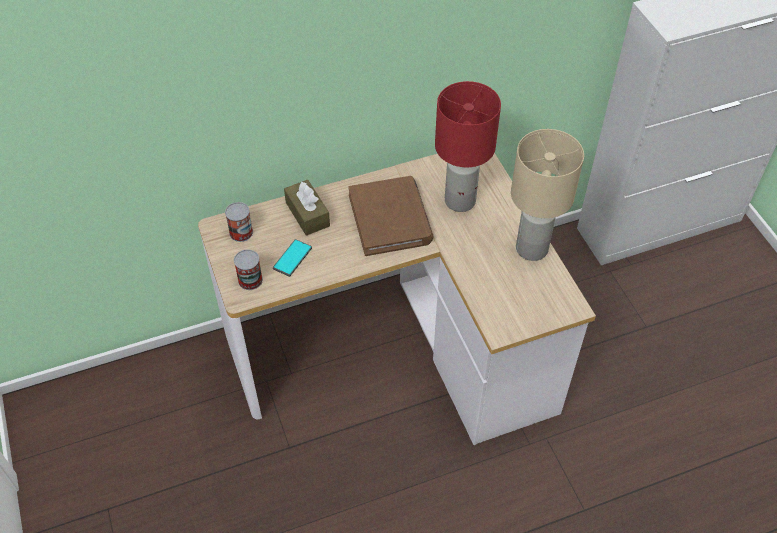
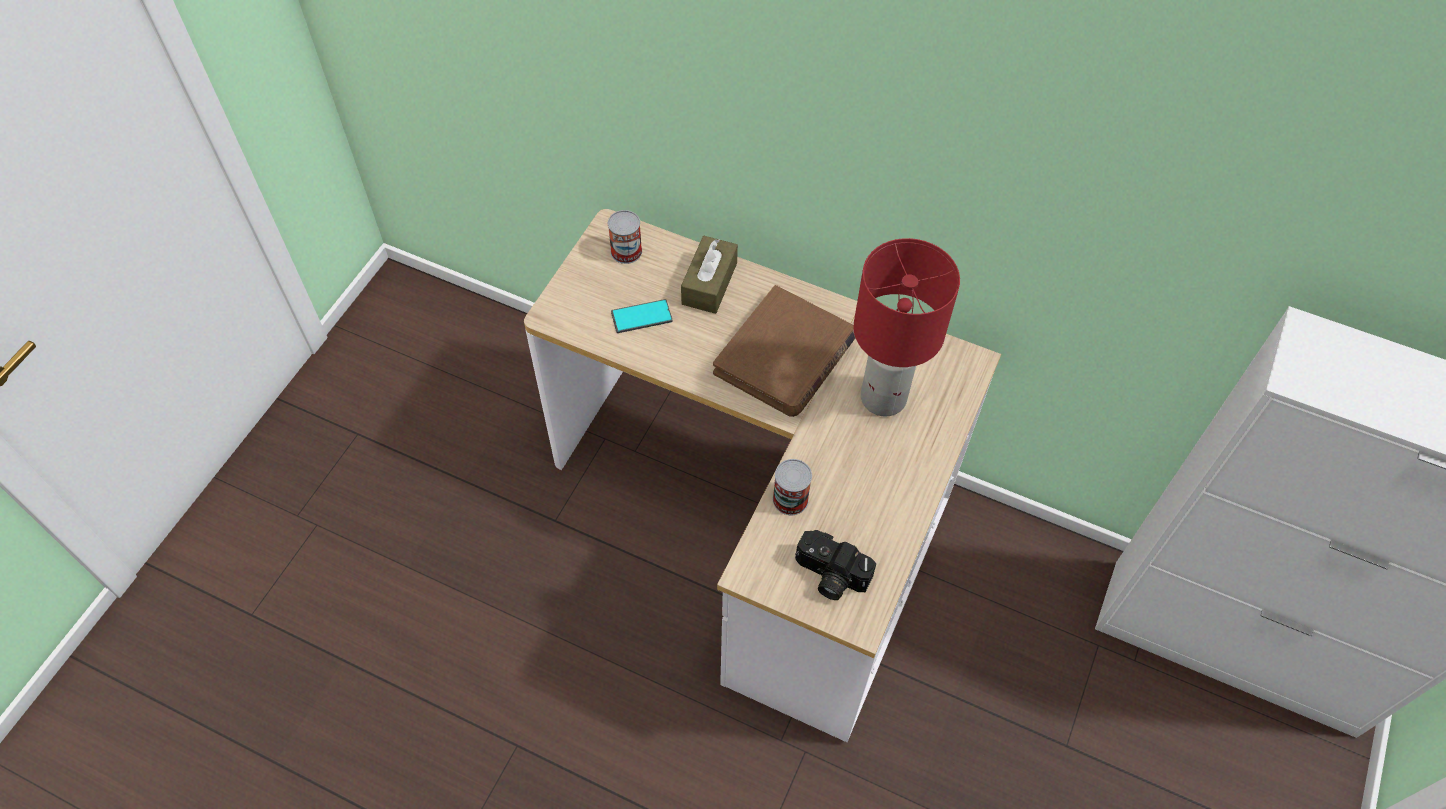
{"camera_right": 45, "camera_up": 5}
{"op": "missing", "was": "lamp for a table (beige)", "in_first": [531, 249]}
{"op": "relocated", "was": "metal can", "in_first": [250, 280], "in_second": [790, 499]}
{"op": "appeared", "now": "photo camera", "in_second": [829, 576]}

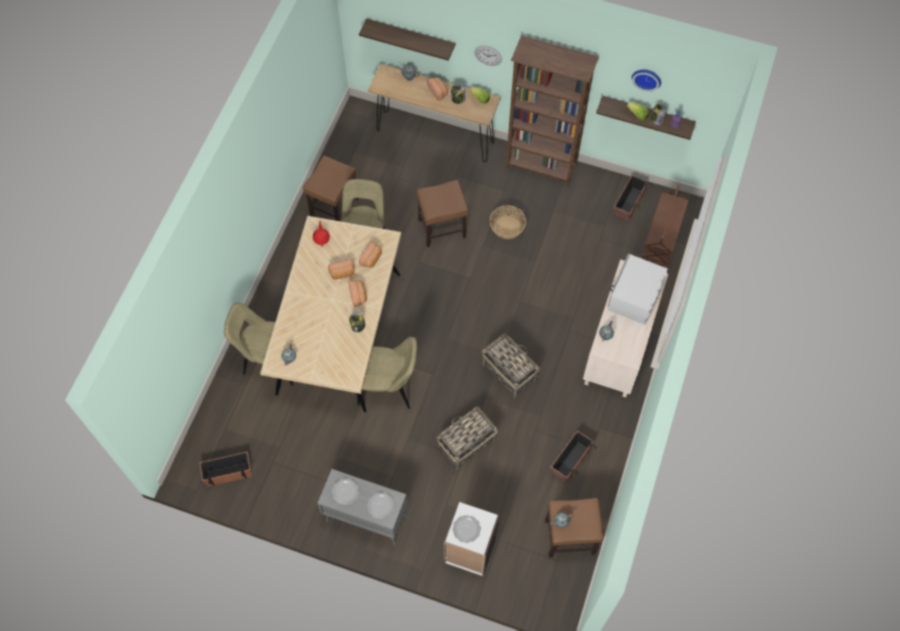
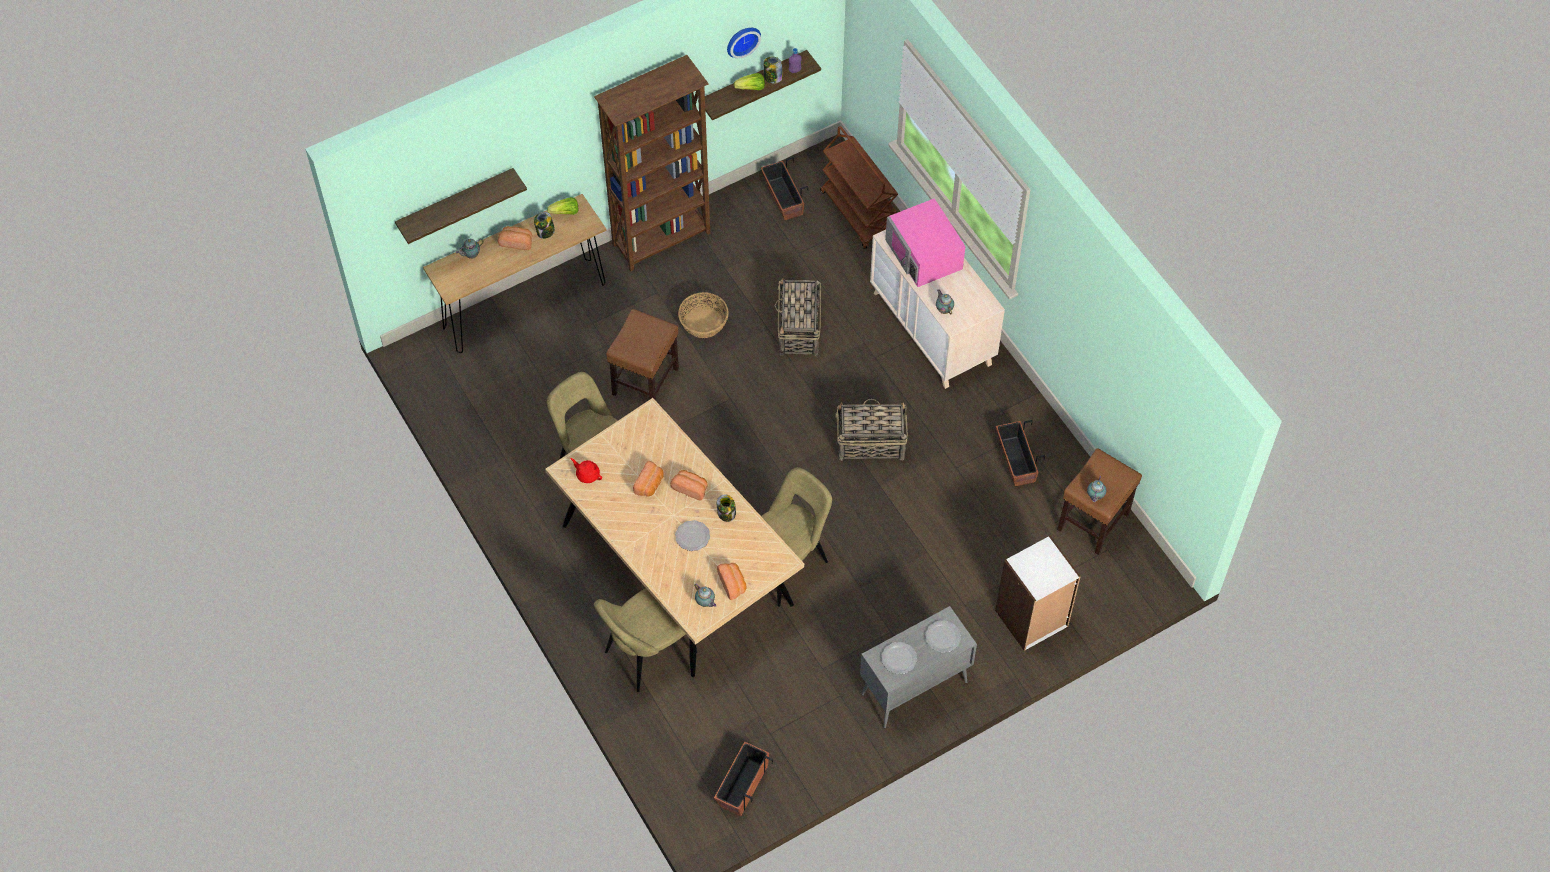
{"camera_right": -50, "camera_up": -5}
{"op": "missing", "was": "hanging clock", "in_first": [488, 55]}
{"op": "missing", "was": "stool (brown)", "in_first": [334, 207]}
{"op": "relocated", "was": "baked bread", "in_first": [371, 259], "in_second": [732, 583]}
{"op": "colour", "was": "kitchen microwave (whitish)", "now": "kitchen microwave (pink-coloured)", "in_first": [634, 296], "in_second": [924, 254]}
{"op": "relocated", "was": "storage basket", "in_first": [466, 444], "in_second": [798, 330]}
{"op": "relocated", "was": "plate", "in_first": [466, 529], "in_second": [692, 537]}

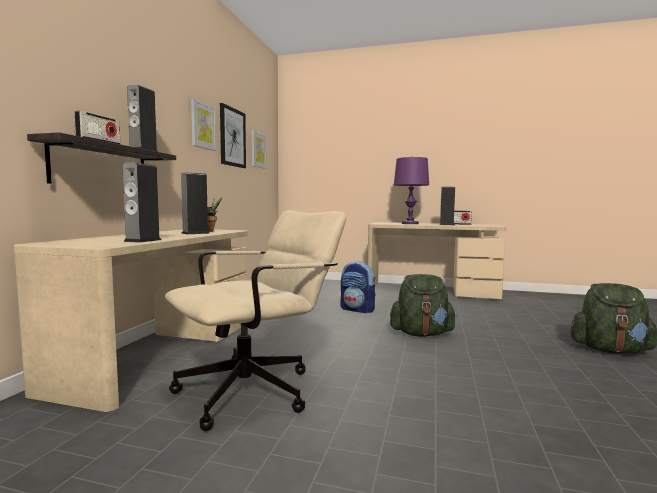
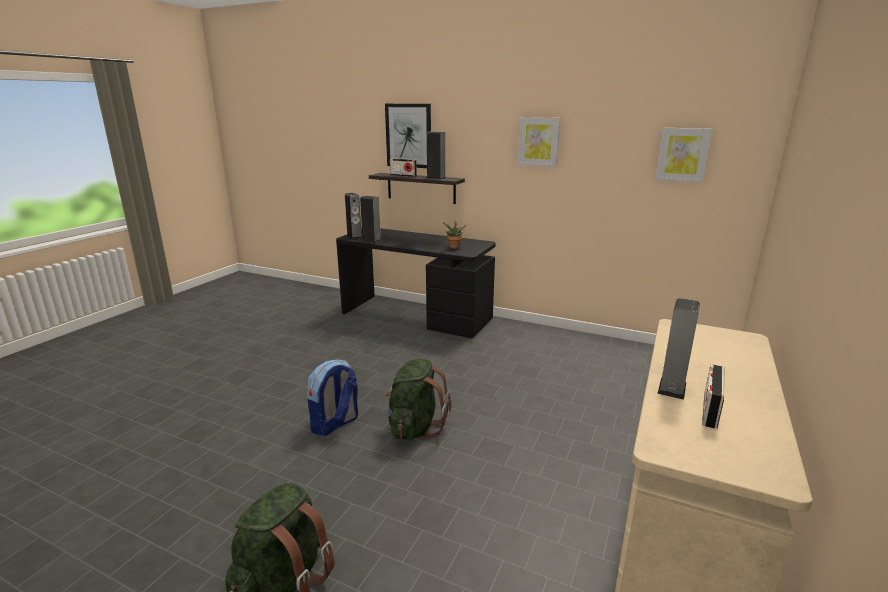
{"camera_right": 100, "camera_up": 15}
{"op": "relocated", "was": "wall picture", "in_first": [232, 137], "in_second": [408, 135]}
{"op": "missing", "was": "lamp for a table (purple-coloured)", "in_first": [410, 223]}
{"op": "relocated", "was": "speaker", "in_first": [195, 233], "in_second": [354, 236]}
{"op": "missing", "was": "office chair (beige)", "in_first": [257, 389]}
{"op": "colour", "was": "desk (beige)", "now": "desk (blackish)", "in_first": [161, 352], "in_second": [416, 315]}
{"op": "relocated", "was": "rucksack", "in_first": [358, 309], "in_second": [335, 424]}

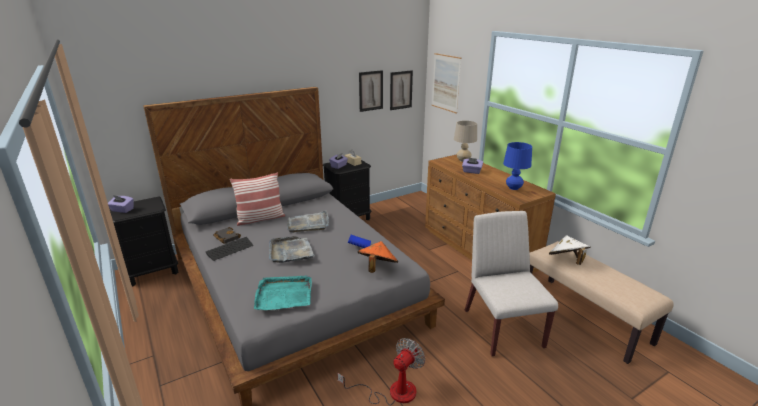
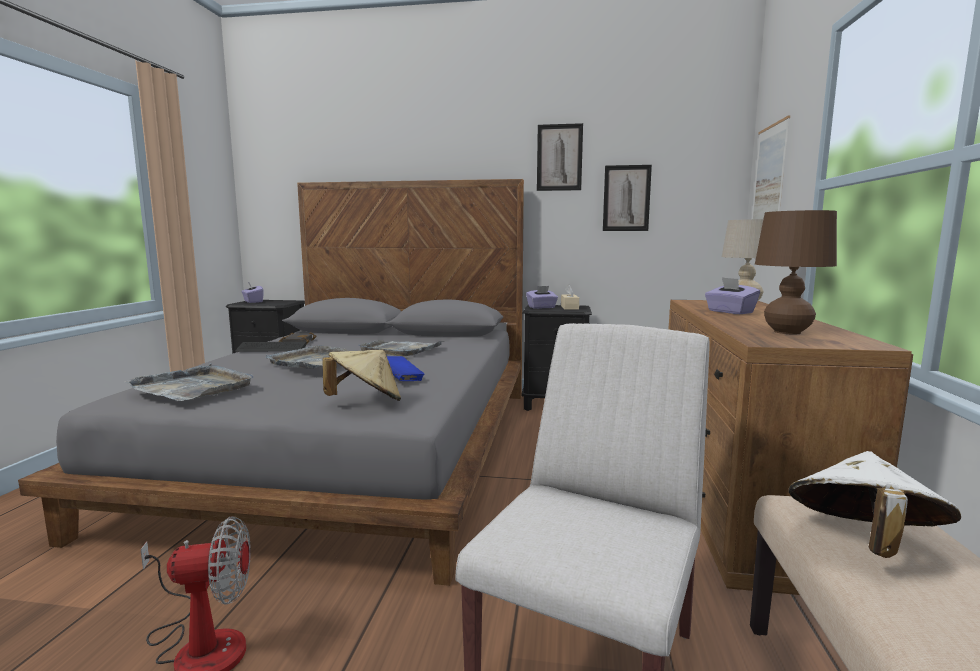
{"camera_right": 40, "camera_up": -15}
{"op": "relocated", "was": "wall picture", "in_first": [401, 90], "in_second": [559, 157]}
{"op": "colour", "was": "lamp for a table (blue)", "now": "lamp for a table (brown)", "in_first": [513, 188], "in_second": [787, 332]}
{"op": "missing", "was": "cushion", "in_first": [260, 219]}
{"op": "colour", "was": "wearable hat (orange)", "now": "wearable hat (beige)", "in_first": [377, 268], "in_second": [365, 402]}
{"op": "colour", "was": "tray (turquoise-coloured)", "now": "tray (grey)", "in_first": [284, 295], "in_second": [194, 387]}

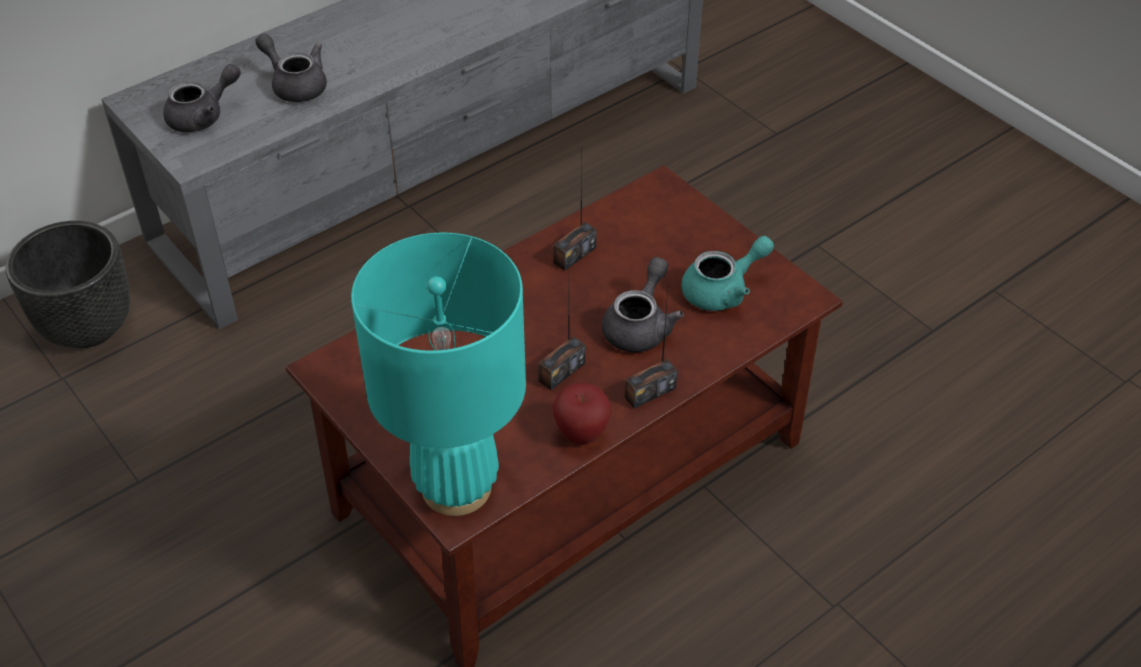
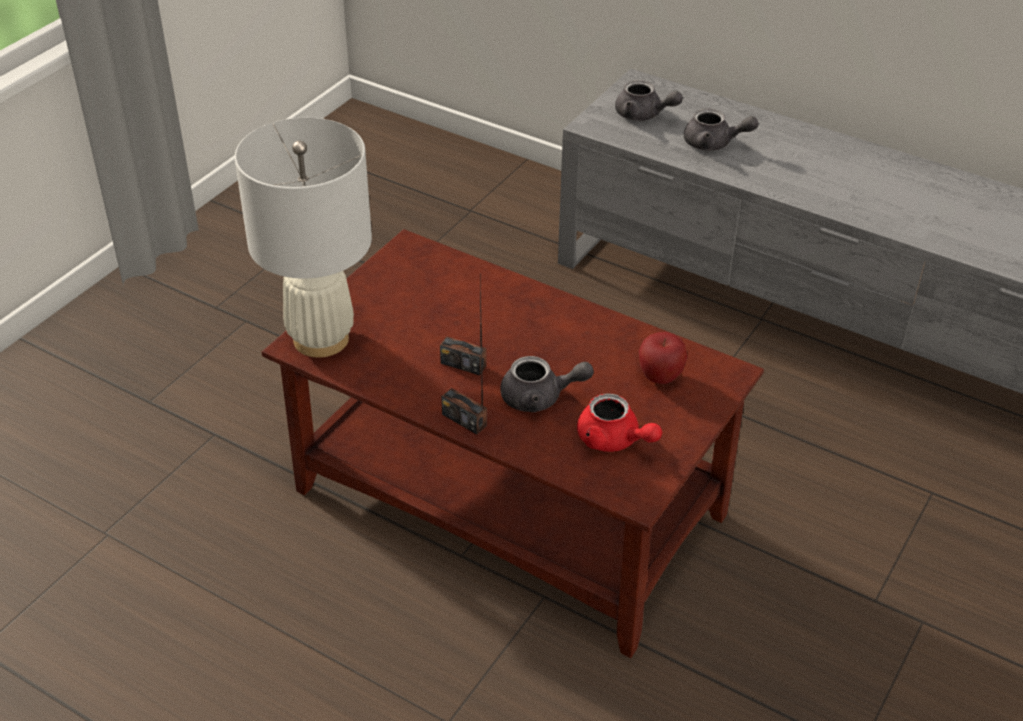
{"camera_right": 70, "camera_up": -5}
{"op": "spun", "was": "teapot (grey)", "in_first": [295, 84], "in_second": [714, 144], "clockwise": 90}
{"op": "missing", "was": "radio set", "in_first": [574, 255]}
{"op": "missing", "was": "plant pot (blackish)", "in_first": [88, 326]}
{"op": "colour", "was": "lamp for a table (turquoise-coloured)", "now": "lamp for a table (whitish)", "in_first": [457, 487], "in_second": [321, 339]}
{"op": "colour", "was": "teapot (turquoise-coloured)", "now": "teapot (reddish)", "in_first": [723, 290], "in_second": [614, 440]}
{"op": "relocated", "was": "whole apple", "in_first": [581, 433], "in_second": [660, 377]}

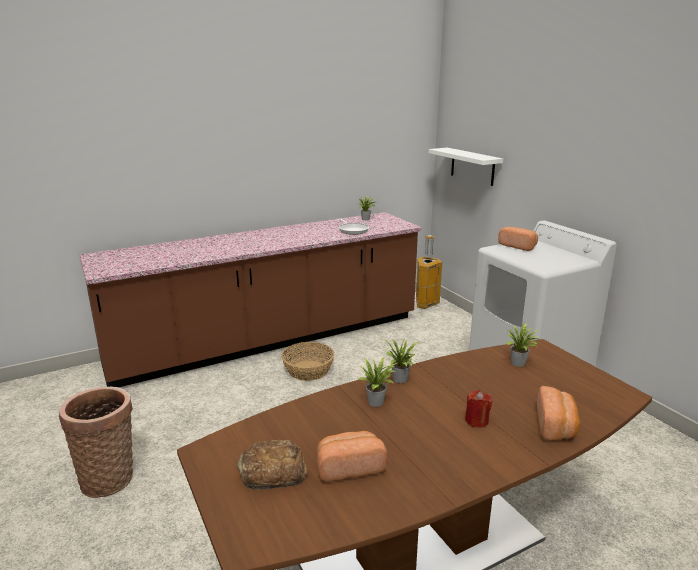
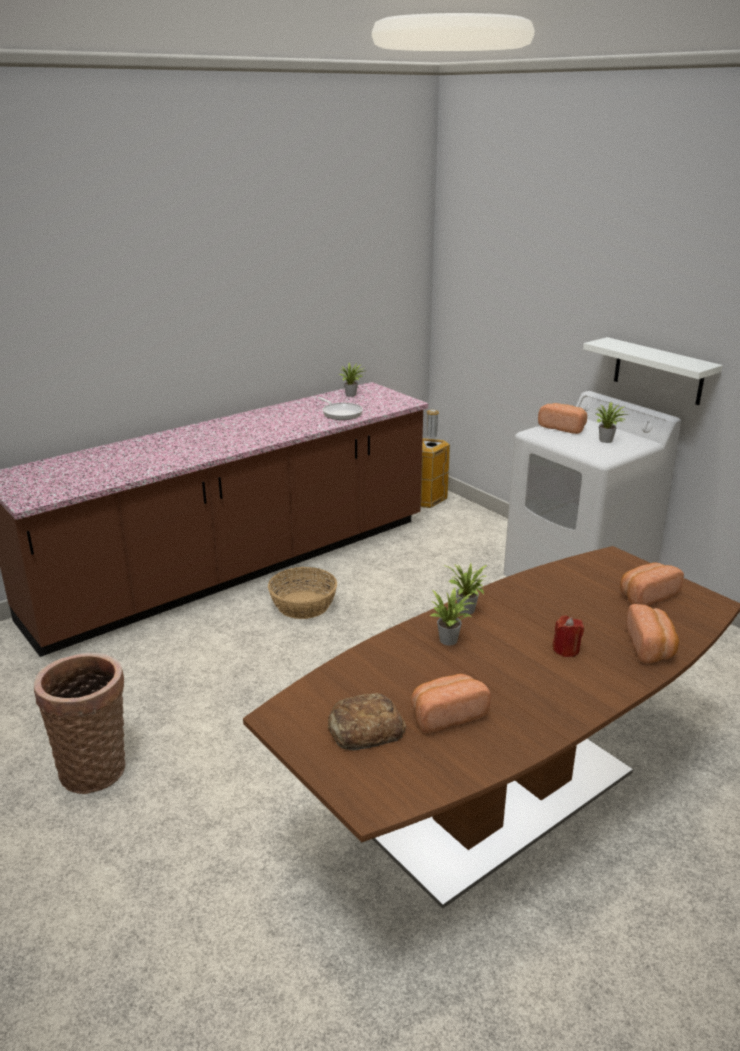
{"camera_right": -10, "camera_up": 5}
{"op": "relocated", "was": "shelf (whitish)", "in_first": [472, 166], "in_second": [658, 371]}
{"op": "relocated", "was": "houseplant", "in_first": [519, 364], "in_second": [607, 441]}
{"op": "appeared", "now": "baked bread", "in_second": [646, 595]}

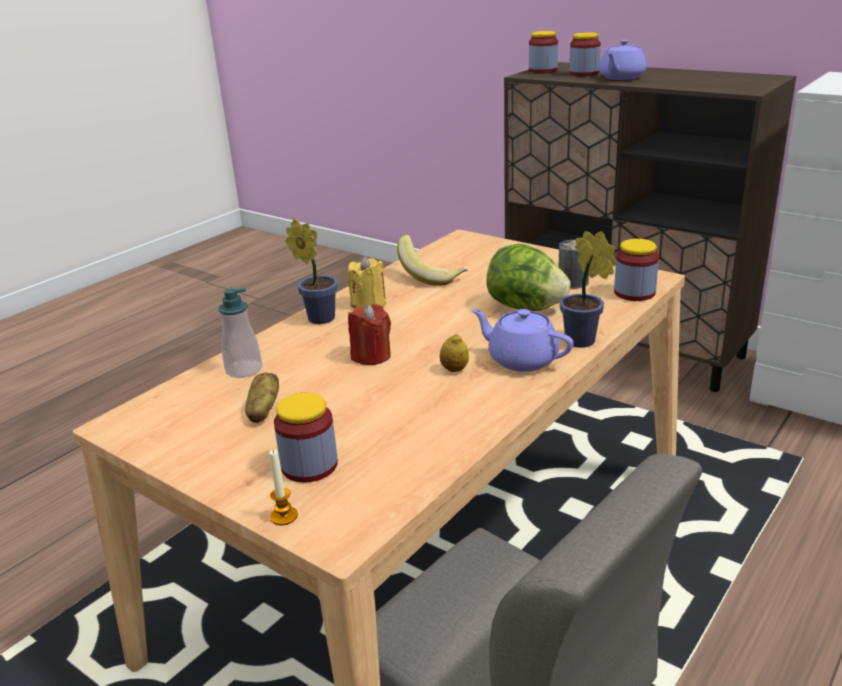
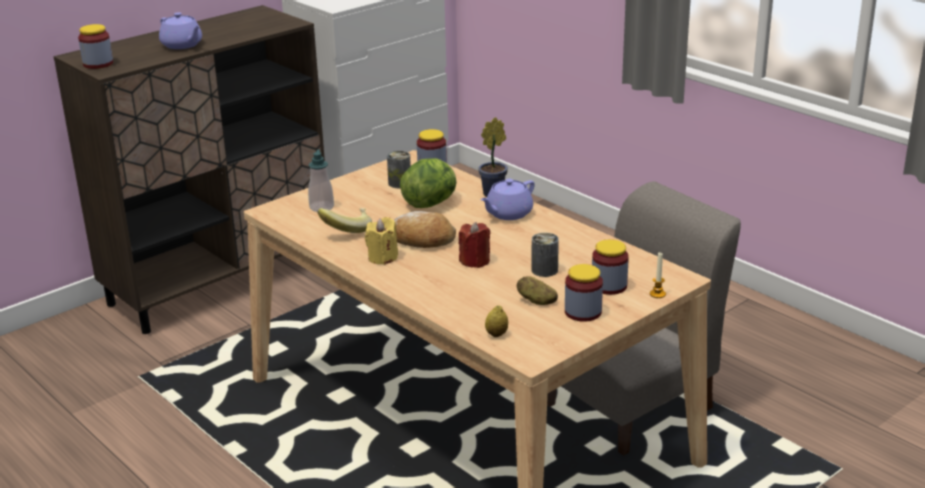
{"camera_right": -80, "camera_up": 0}
{"op": "relocated", "was": "preserve jar", "in_first": [584, 73], "in_second": [583, 312]}
{"op": "missing", "was": "houseplant", "in_first": [318, 318]}
{"op": "relocated", "was": "liquid soap bottle", "in_first": [244, 370], "in_second": [321, 207]}
{"op": "relocated", "was": "citrus fruit", "in_first": [454, 369], "in_second": [496, 334]}
{"op": "appeared", "now": "baked bread", "in_second": [421, 240]}
{"op": "appeared", "now": "metal can", "in_second": [544, 270]}

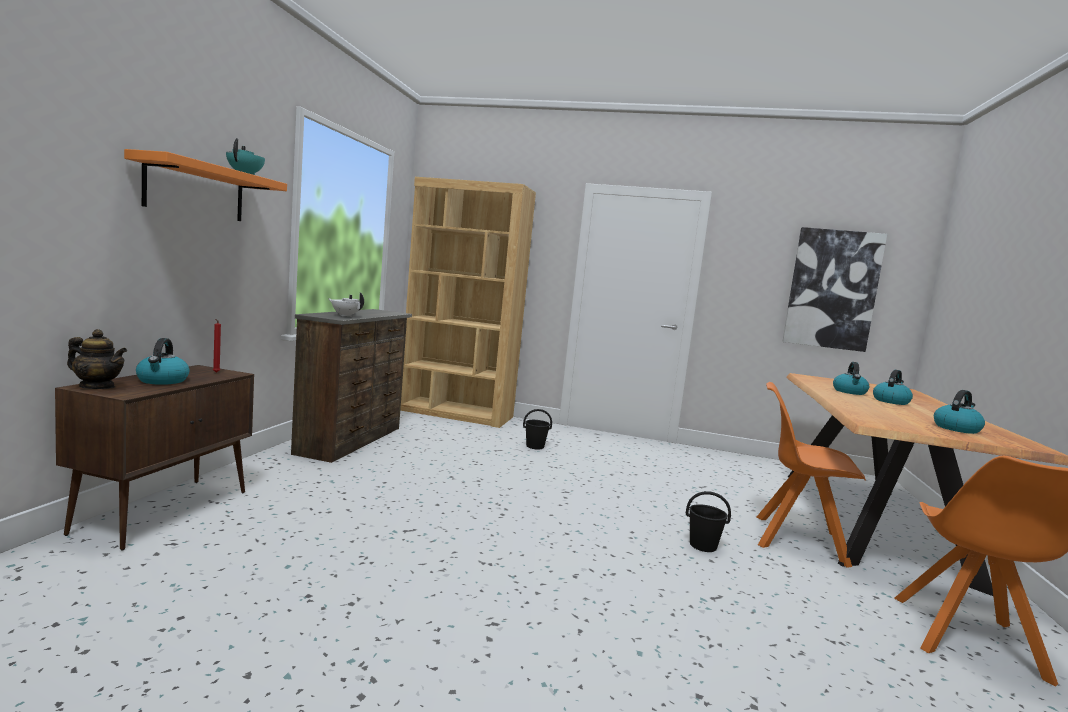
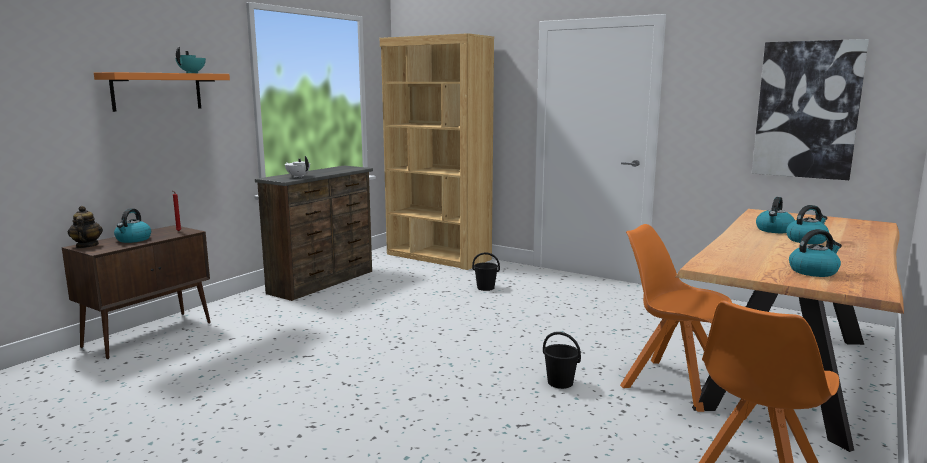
{"camera_right": 20, "camera_up": 5}
{"op": "spun", "was": "teapot", "in_first": [97, 387], "in_second": [86, 246], "clockwise": -135}

